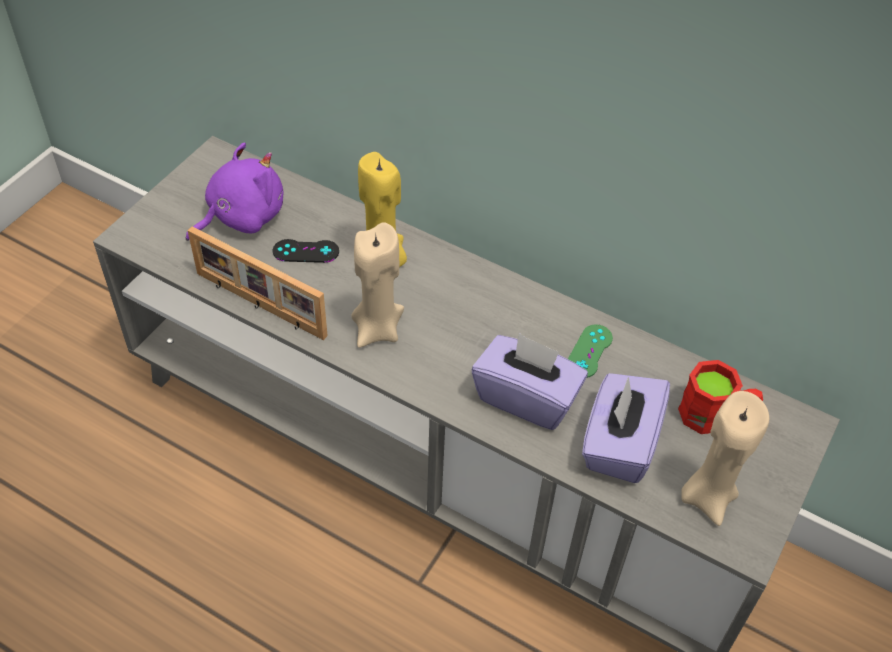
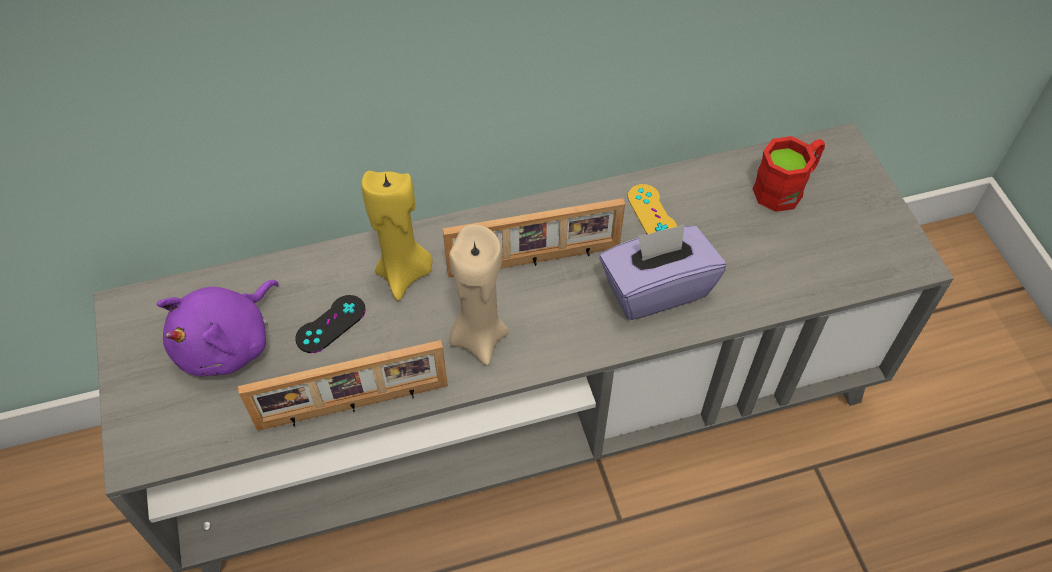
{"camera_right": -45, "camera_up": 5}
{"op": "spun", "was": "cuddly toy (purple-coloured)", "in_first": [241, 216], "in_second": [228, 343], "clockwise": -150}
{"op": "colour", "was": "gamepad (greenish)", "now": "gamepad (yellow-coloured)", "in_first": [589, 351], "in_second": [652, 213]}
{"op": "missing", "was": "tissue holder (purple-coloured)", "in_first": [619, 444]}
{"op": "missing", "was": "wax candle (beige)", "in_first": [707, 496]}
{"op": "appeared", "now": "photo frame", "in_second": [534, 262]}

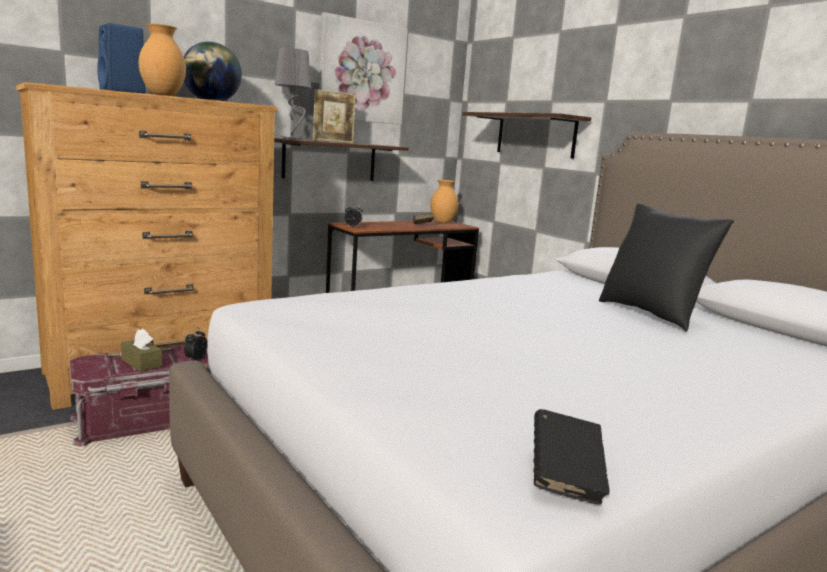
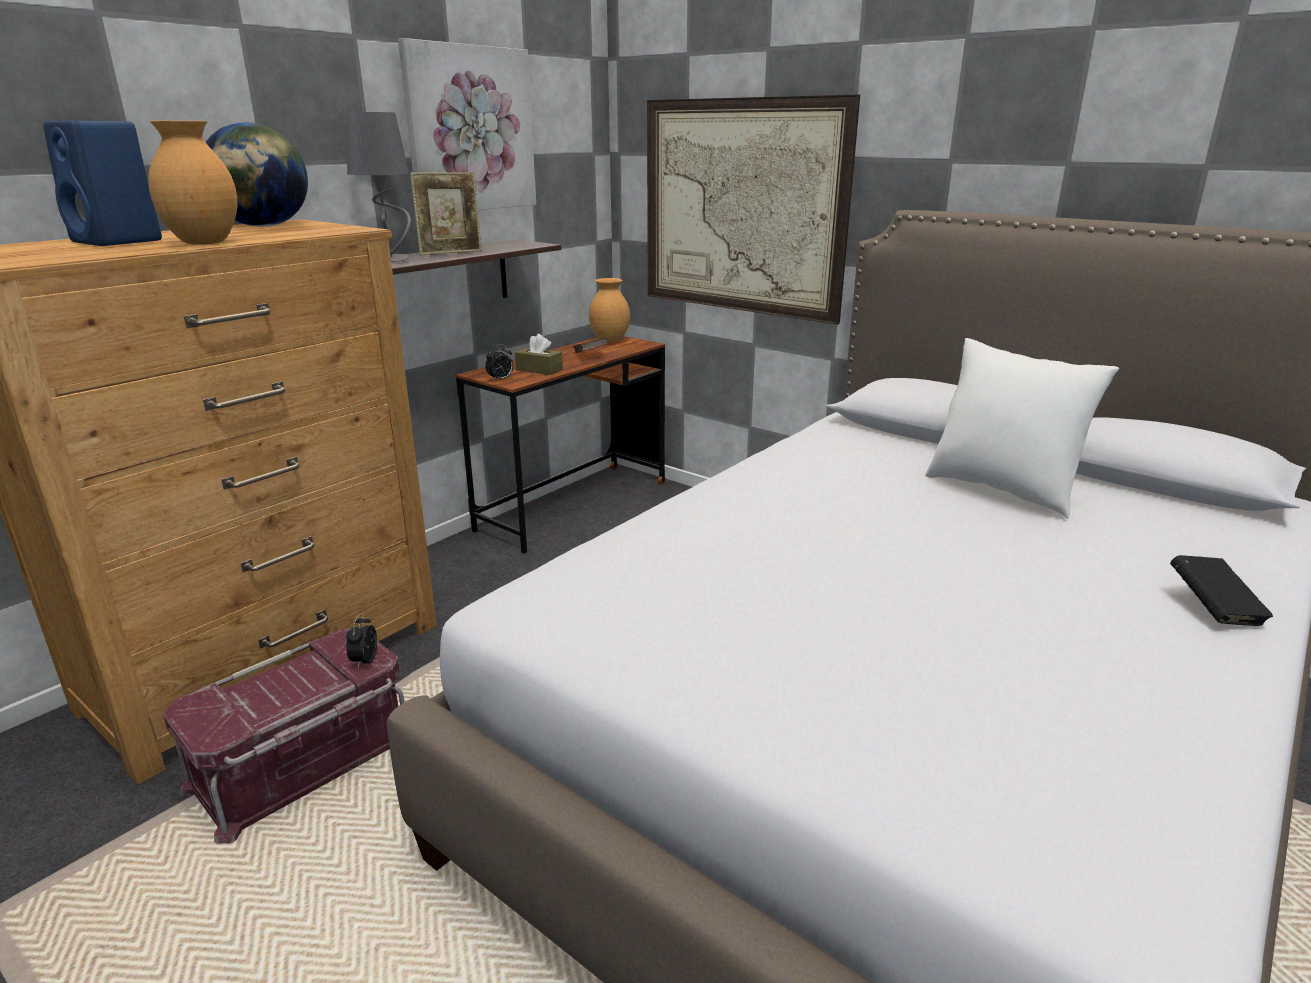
{"camera_right": -15, "camera_up": 10}
{"op": "exchanged", "was": "shelf", "now": "wall picture", "in_first": [535, 135], "in_second": [741, 208]}
{"op": "colour", "was": "cushion (blackish)", "now": "cushion (whitish)", "in_first": [651, 314], "in_second": [1001, 490]}
{"op": "relocated", "was": "tissue holder (brown)", "in_first": [141, 362], "in_second": [539, 369]}
{"op": "relocated", "was": "volume (blackish)", "in_first": [565, 477], "in_second": [1213, 609]}

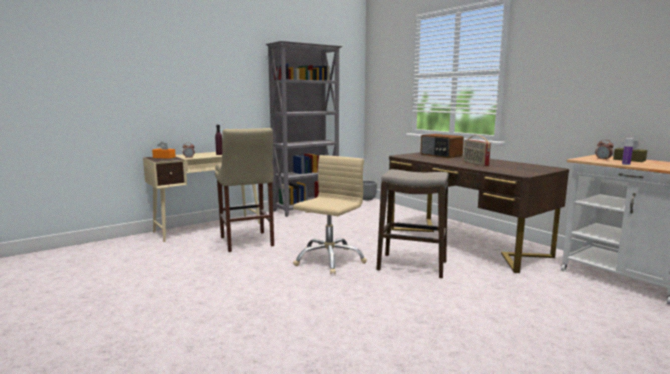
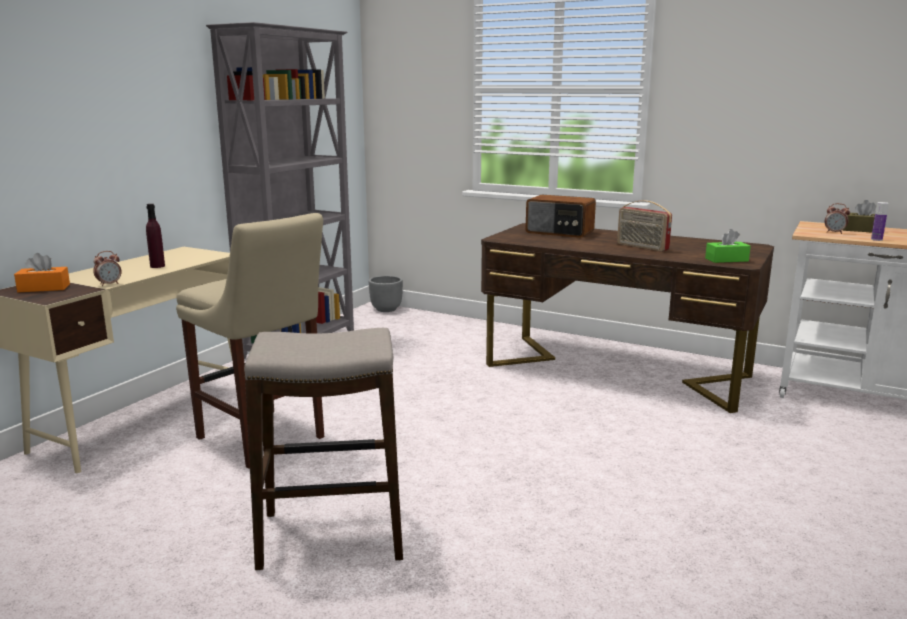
{"camera_right": -25, "camera_up": 5}
{"op": "missing", "was": "office chair (beige)", "in_first": [329, 260]}
{"op": "relocated", "was": "stool", "in_first": [412, 266], "in_second": [332, 537]}
{"op": "appeared", "now": "tissue holder (greenish)", "in_second": [726, 260]}

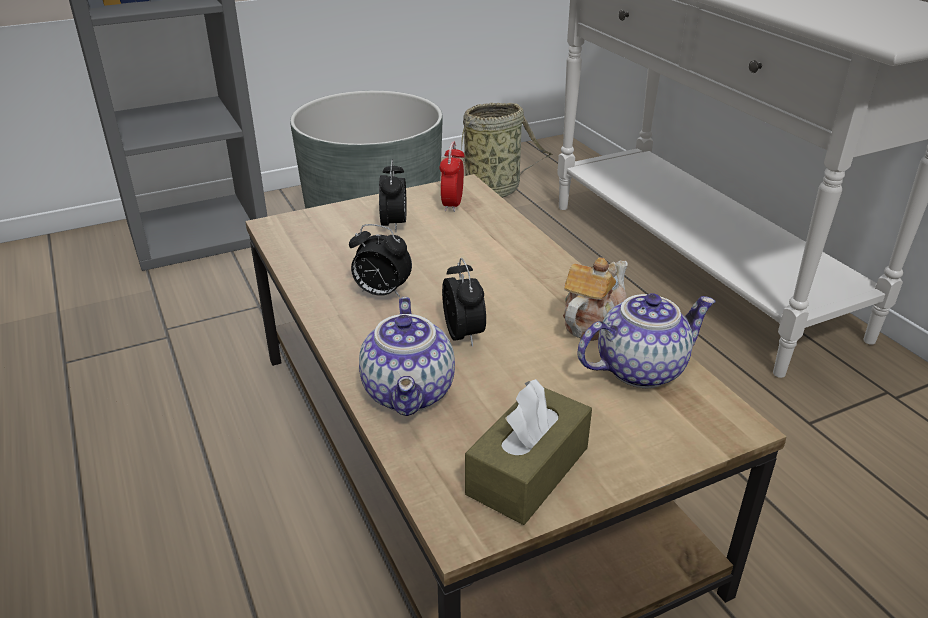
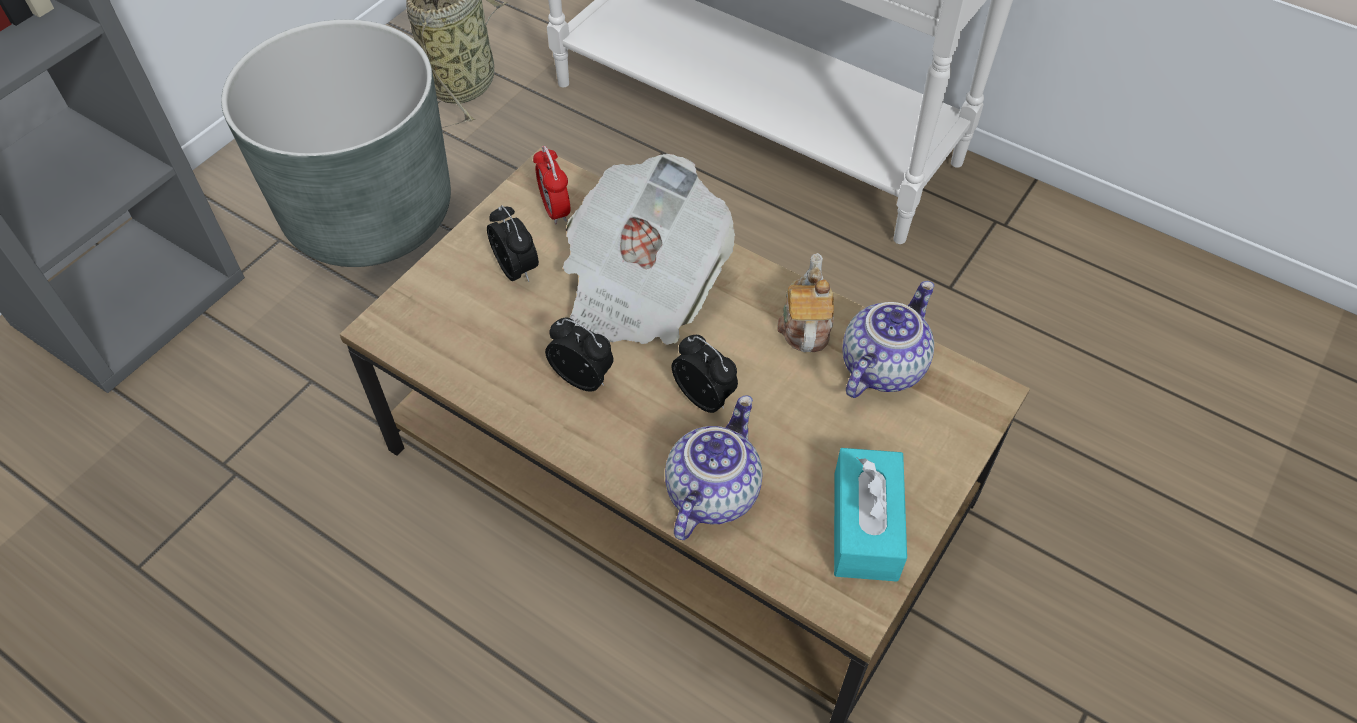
{"camera_right": -30, "camera_up": 20}
{"op": "spun", "was": "alarm clock", "in_first": [381, 293], "in_second": [584, 378], "clockwise": -135}
{"op": "spun", "was": "teapot", "in_first": [411, 393], "in_second": [710, 491], "clockwise": -120}
{"op": "colour", "was": "tissue holder (brown)", "now": "tissue holder (turquoise-coloured)", "in_first": [528, 470], "in_second": [865, 526]}
{"op": "appeared", "now": "printed paper", "in_second": [640, 286]}

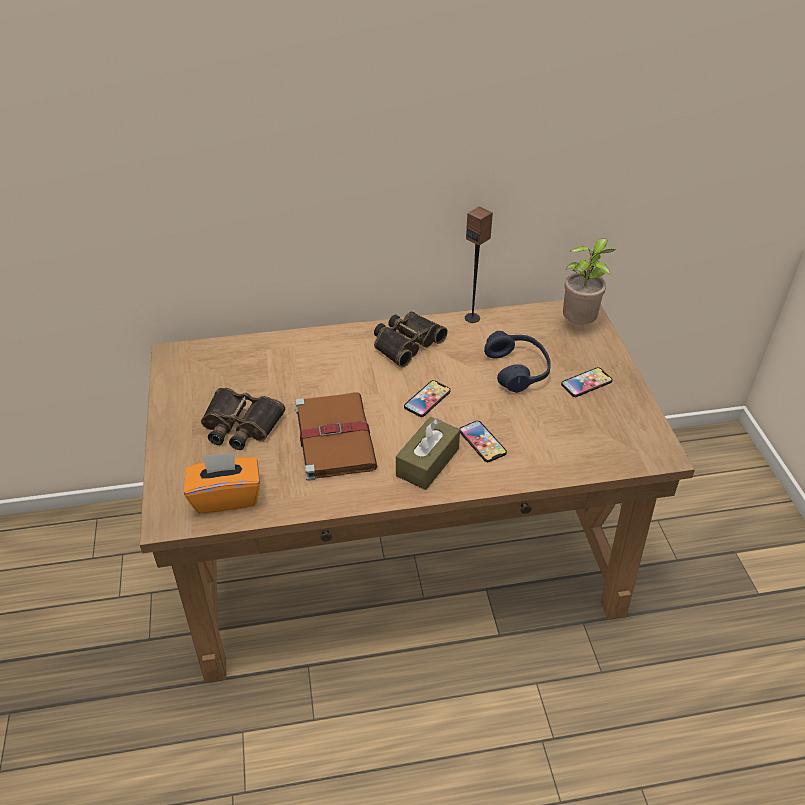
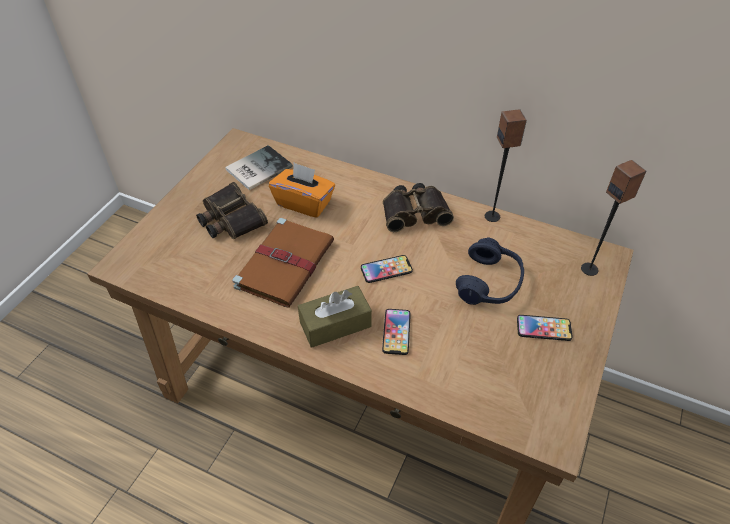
{"camera_right": 35, "camera_up": 5}
{"op": "exchanged", "was": "houseplant", "now": "speaker", "in_first": [579, 324], "in_second": [589, 269]}
{"op": "relocated", "was": "tissue holder (orange)", "in_first": [226, 497], "in_second": [304, 203]}
{"op": "appeared", "now": "volume", "in_second": [257, 168]}

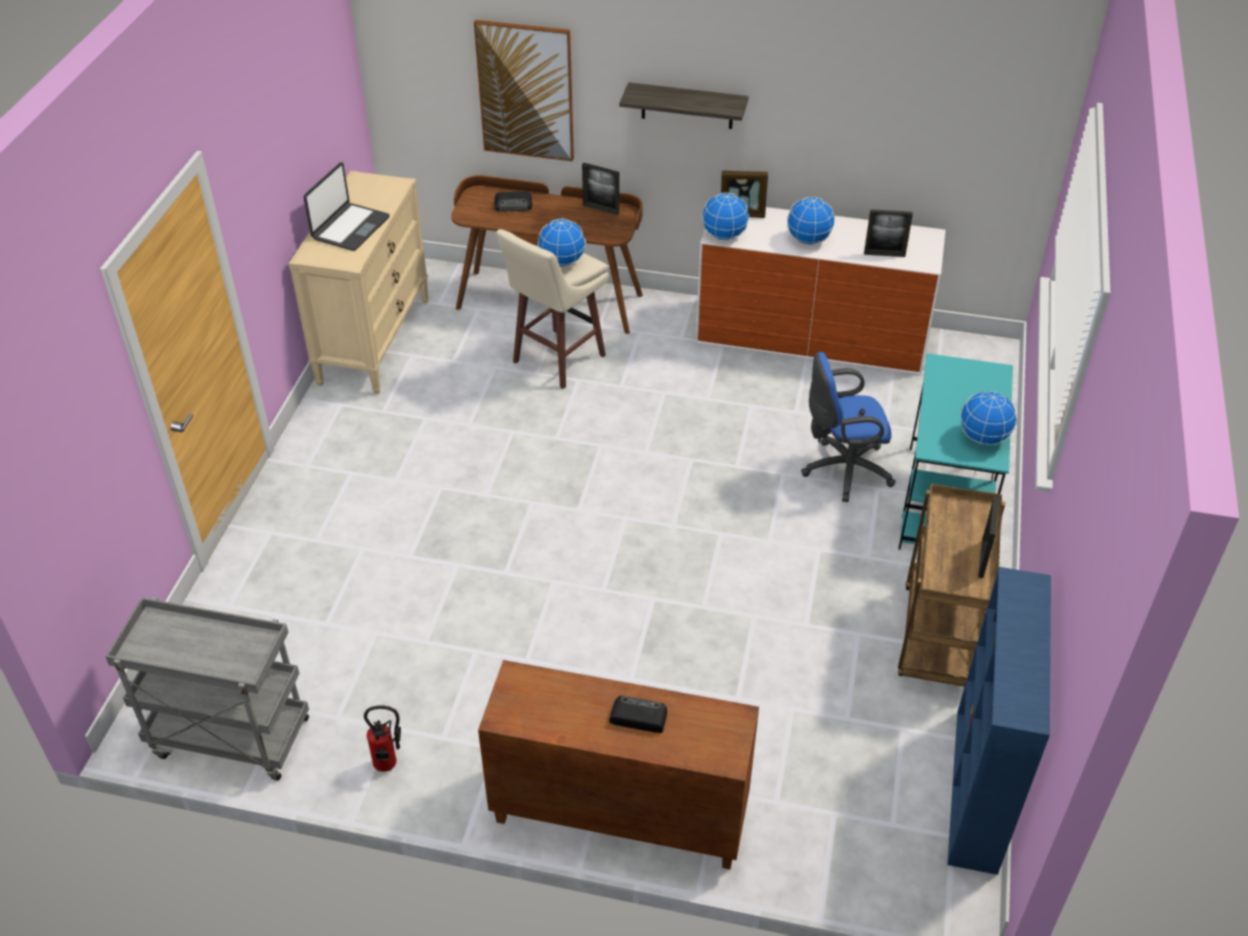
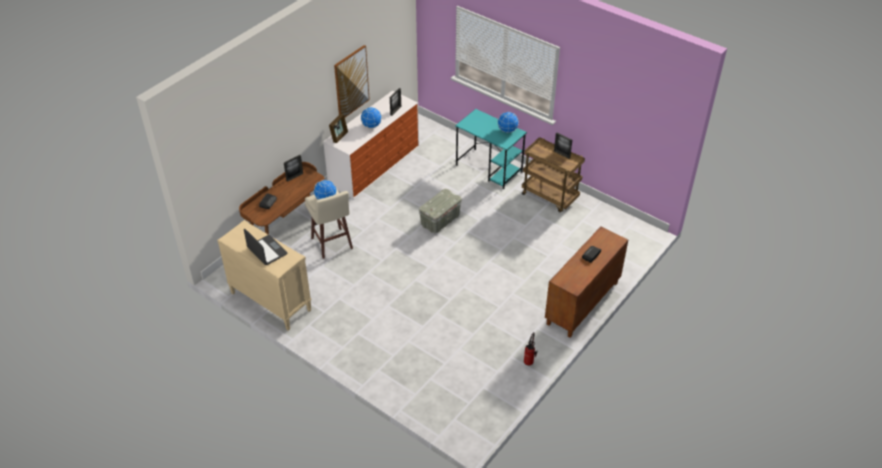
{"camera_right": -65, "camera_up": 0}
{"op": "relocated", "was": "wall picture", "in_first": [526, 91], "in_second": [351, 82]}
{"op": "missing", "was": "shelf", "in_first": [687, 106]}
{"op": "missing", "was": "world globe", "in_first": [724, 236]}
{"op": "missing", "was": "office chair (blue)", "in_first": [842, 470]}
{"op": "missing", "was": "bookshelf (blue)", "in_first": [976, 791]}
{"op": "missing", "was": "wheeled cart (grey)", "in_first": [228, 738]}
{"op": "appeared", "now": "storage bin (grey)", "in_second": [440, 220]}

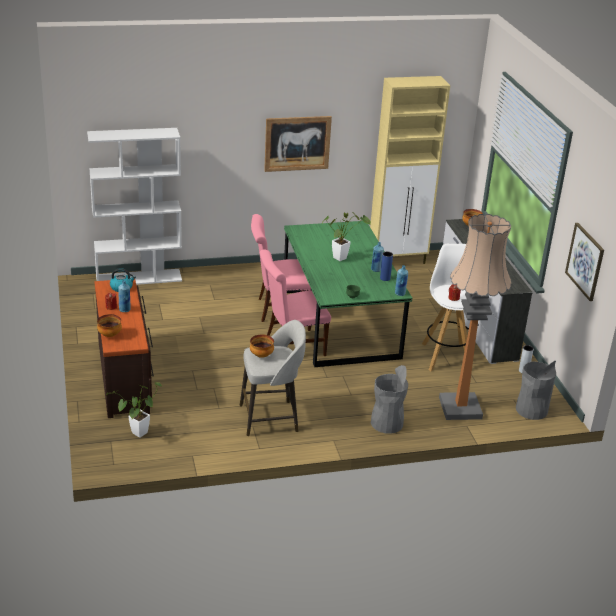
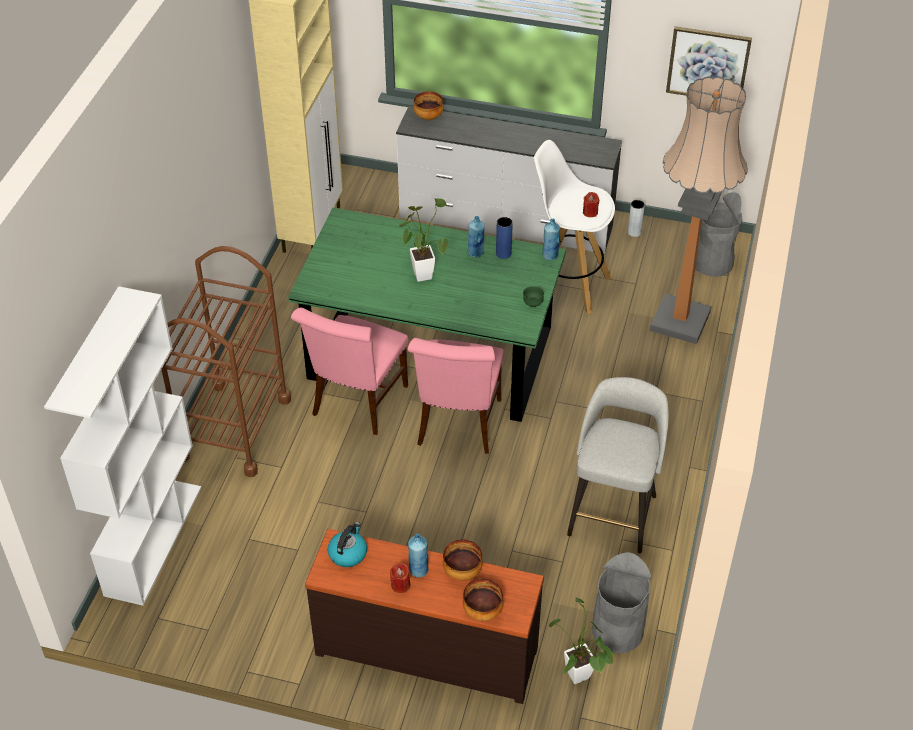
{"camera_right": -60, "camera_up": 15}
{"op": "missing", "was": "wall picture", "in_first": [297, 143]}
{"op": "relocated", "was": "serving bowl", "in_first": [261, 355], "in_second": [462, 572]}
{"op": "relocated", "was": "trash can (grey)", "in_first": [387, 423], "in_second": [617, 631]}
{"op": "appeared", "now": "wheeled cart (brown)", "in_second": [234, 428]}

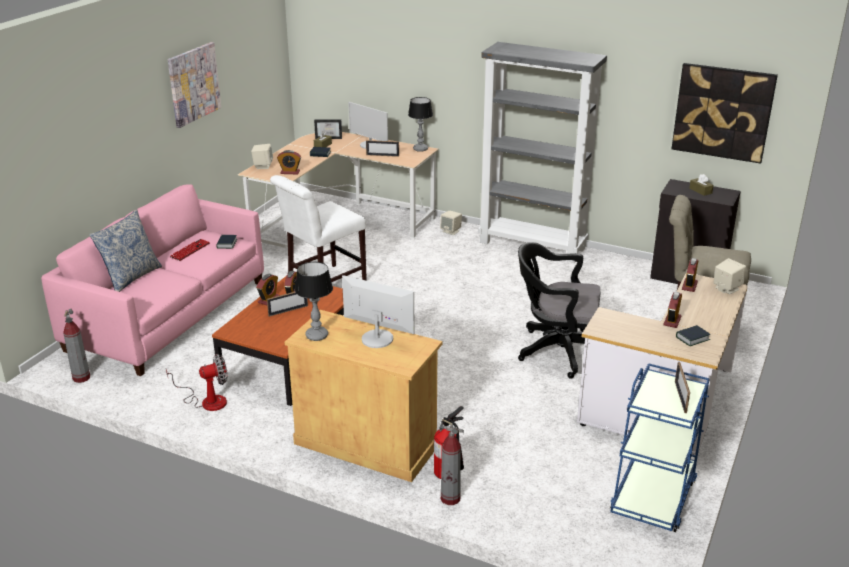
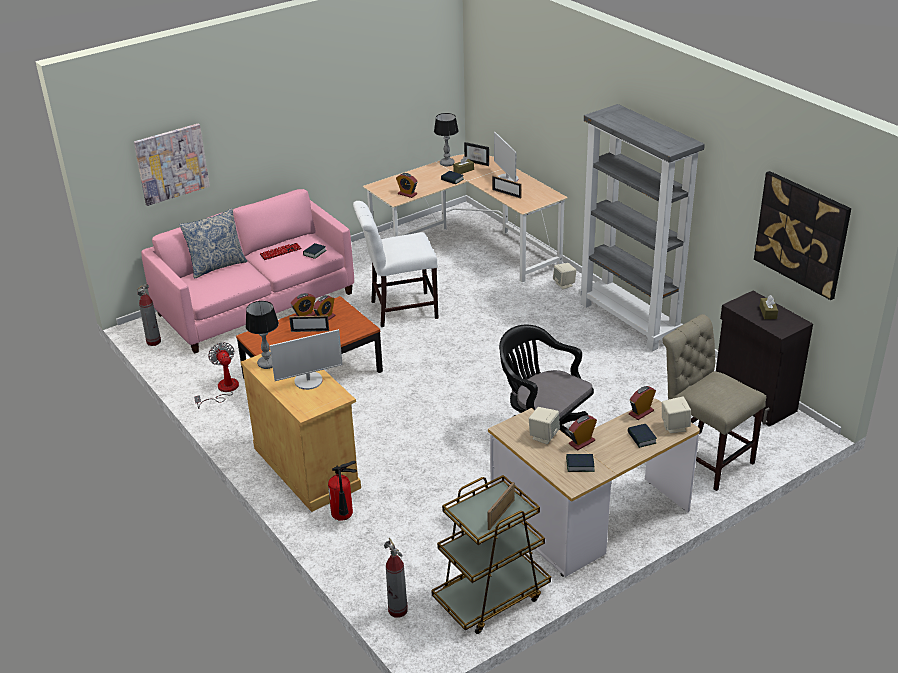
{"camera_right": 30, "camera_up": 5}
{"op": "relocated", "was": "wall picture", "in_first": [193, 84], "in_second": [171, 163]}
{"op": "relocated", "was": "lamp for a table", "in_first": [420, 149], "in_second": [447, 163]}
{"op": "relocated", "was": "speaker (beige)", "in_first": [263, 166], "in_second": [543, 436]}
{"op": "spun", "was": "computer screen", "in_first": [377, 339], "in_second": [308, 381], "clockwise": 105}
{"op": "spun", "was": "electric fan", "in_first": [207, 400], "in_second": [223, 390], "clockwise": -120}
{"op": "colour", "was": "wheeled cart (blue)", "now": "wheeled cart (brown)", "in_first": [653, 496], "in_second": [491, 597]}
{"op": "relocated", "was": "fire-fighting cylinder", "in_first": [450, 498], "in_second": [398, 610]}
{"op": "appeared", "now": "volume", "in_second": [641, 438]}

